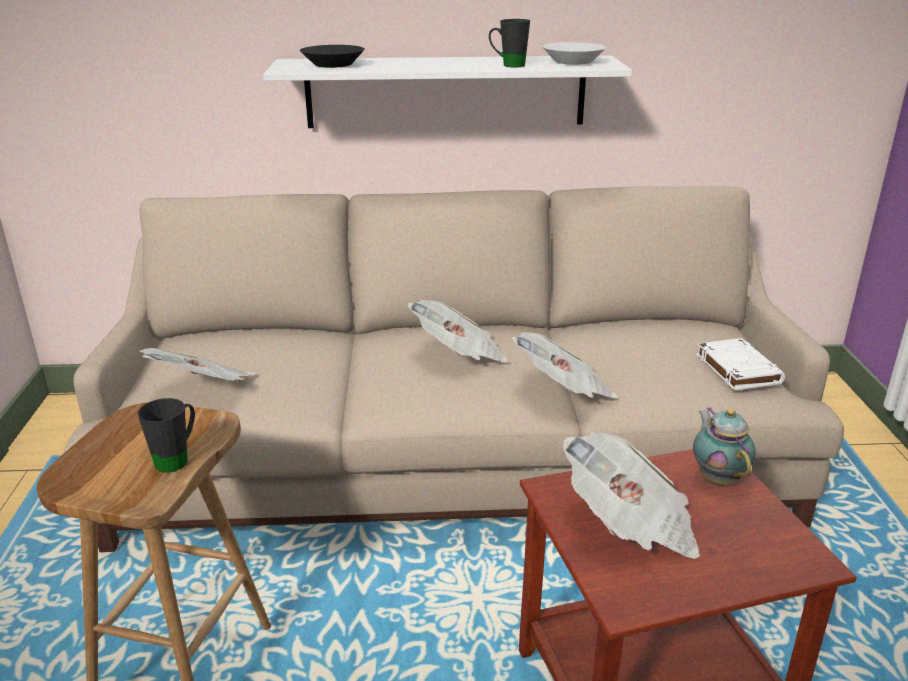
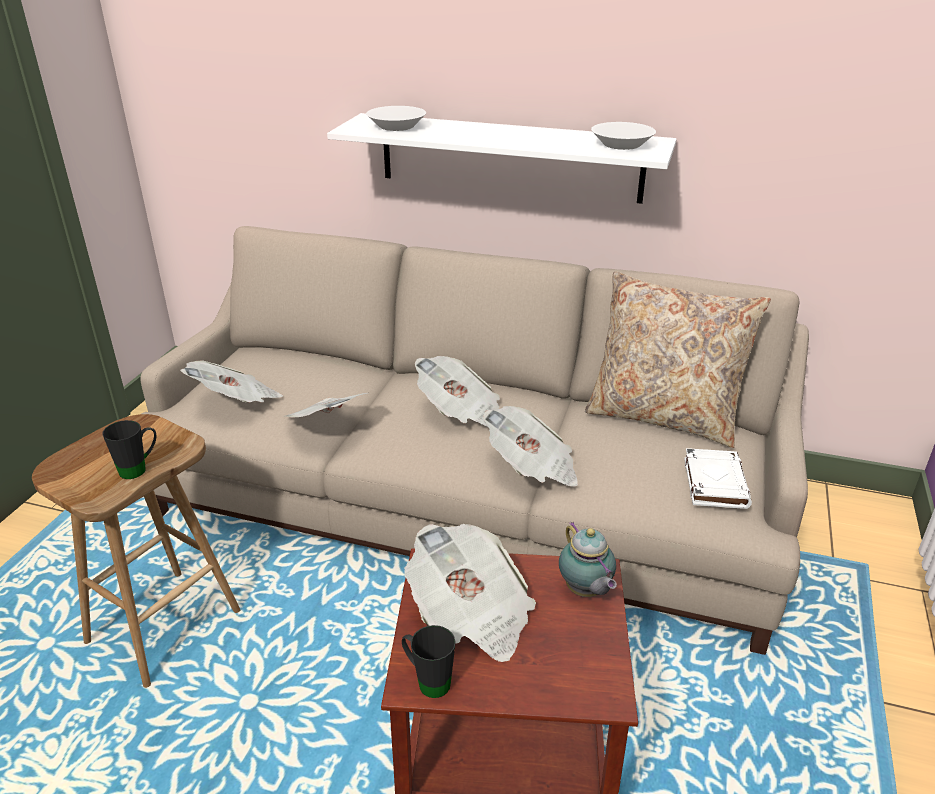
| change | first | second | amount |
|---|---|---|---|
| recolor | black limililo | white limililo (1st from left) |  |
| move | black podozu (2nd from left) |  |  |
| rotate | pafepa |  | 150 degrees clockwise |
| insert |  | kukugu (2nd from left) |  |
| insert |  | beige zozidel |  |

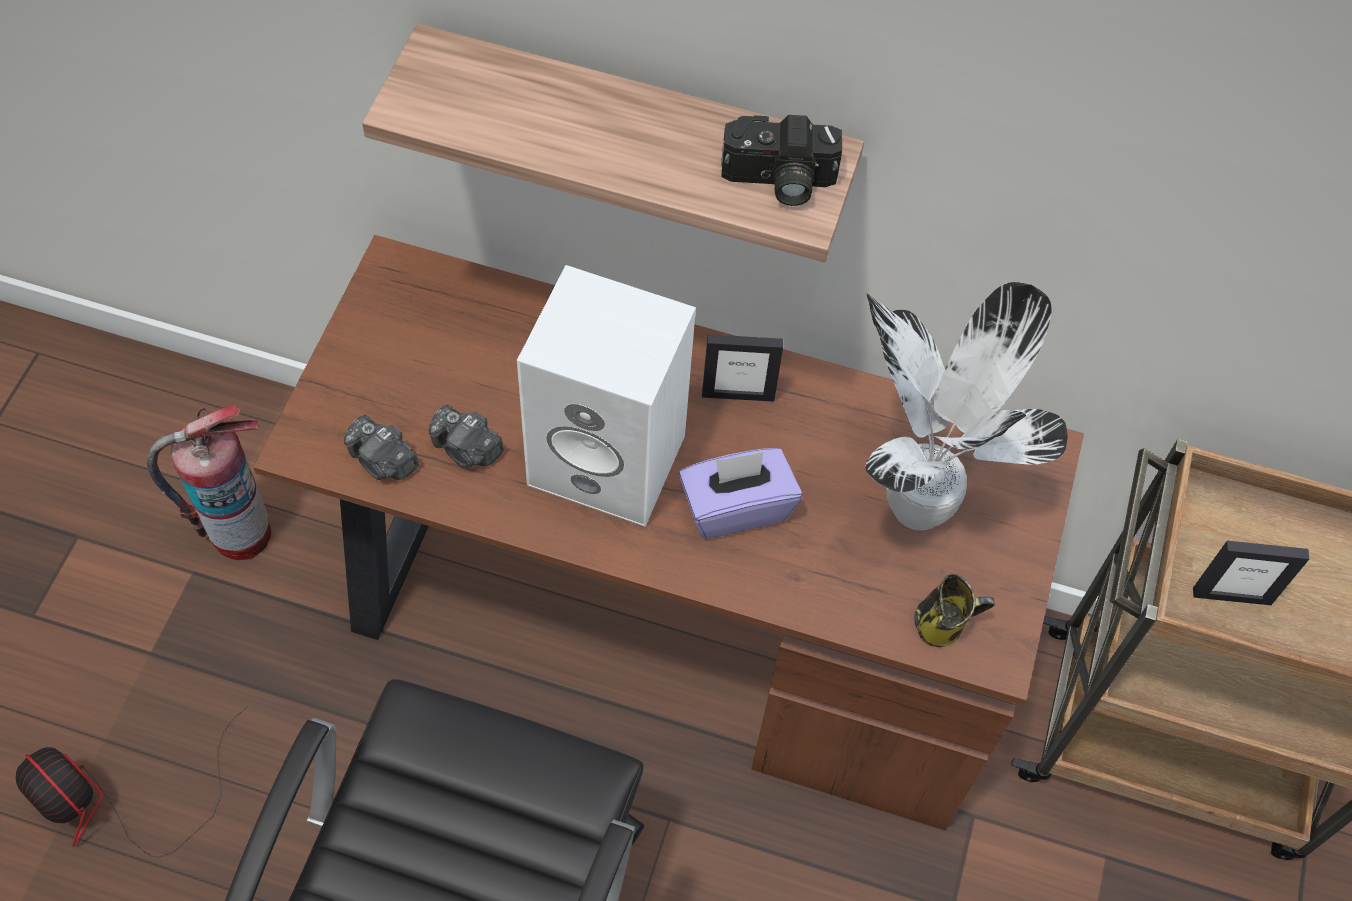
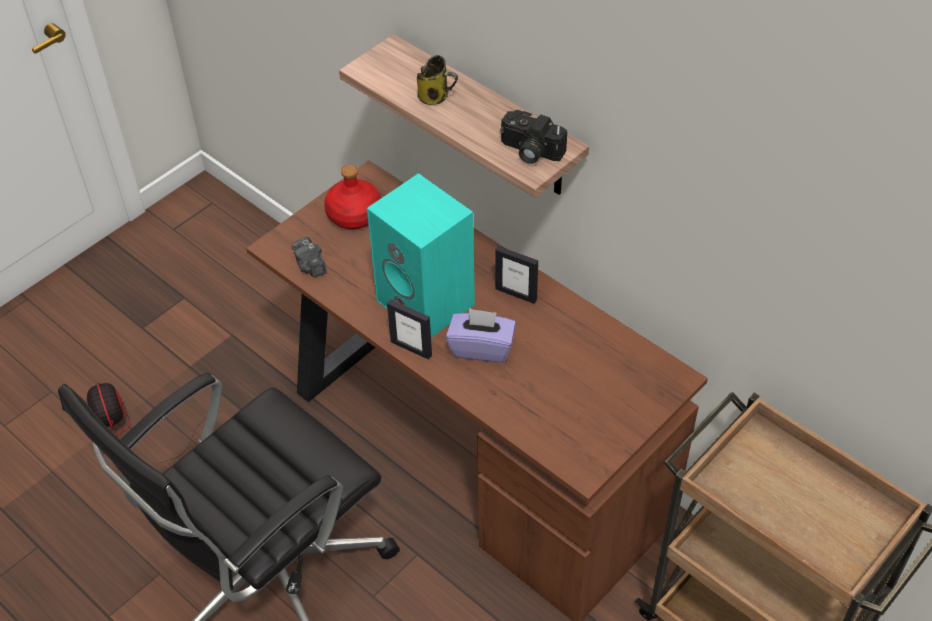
| change | first | second | amount |
|---|---|---|---|
| delete | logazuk |  |  |
| delete | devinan (2nd from left) |  |  |
| recolor | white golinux | turquoise golinux |  |
| delete | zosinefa |  |  |
| move | podozu |  |  |
| move | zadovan (2nd from left in the first image) | zadovan (1st from left) |  |
| insert |  | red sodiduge |  |

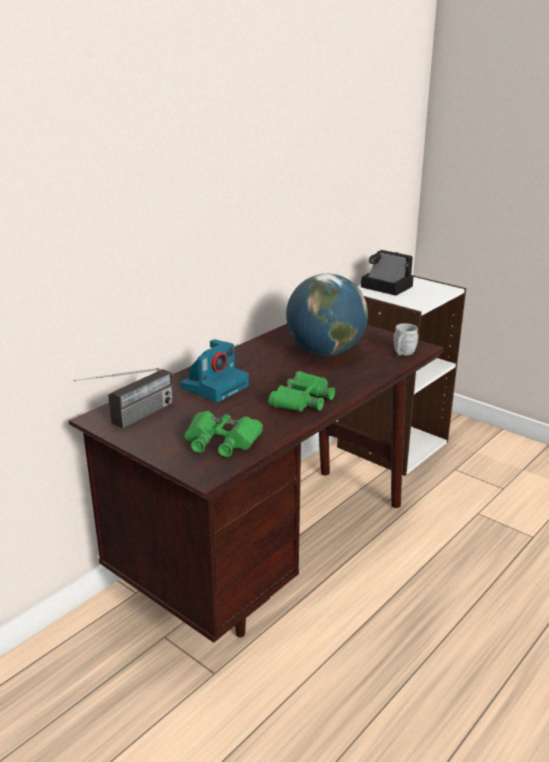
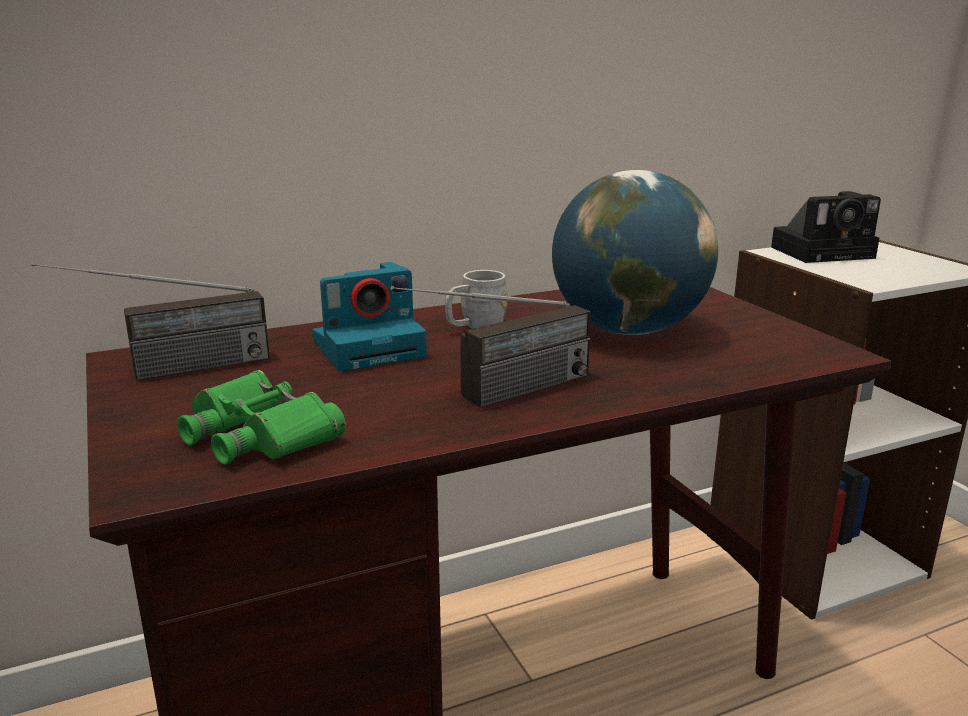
| change | first | second | amount |
|---|---|---|---|
| replace | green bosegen (2nd from left) | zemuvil (2nd from left) |  |
| rotate | devinan (2nd from left) |  | 105 degrees clockwise |
| move | grey podozu |  |  |

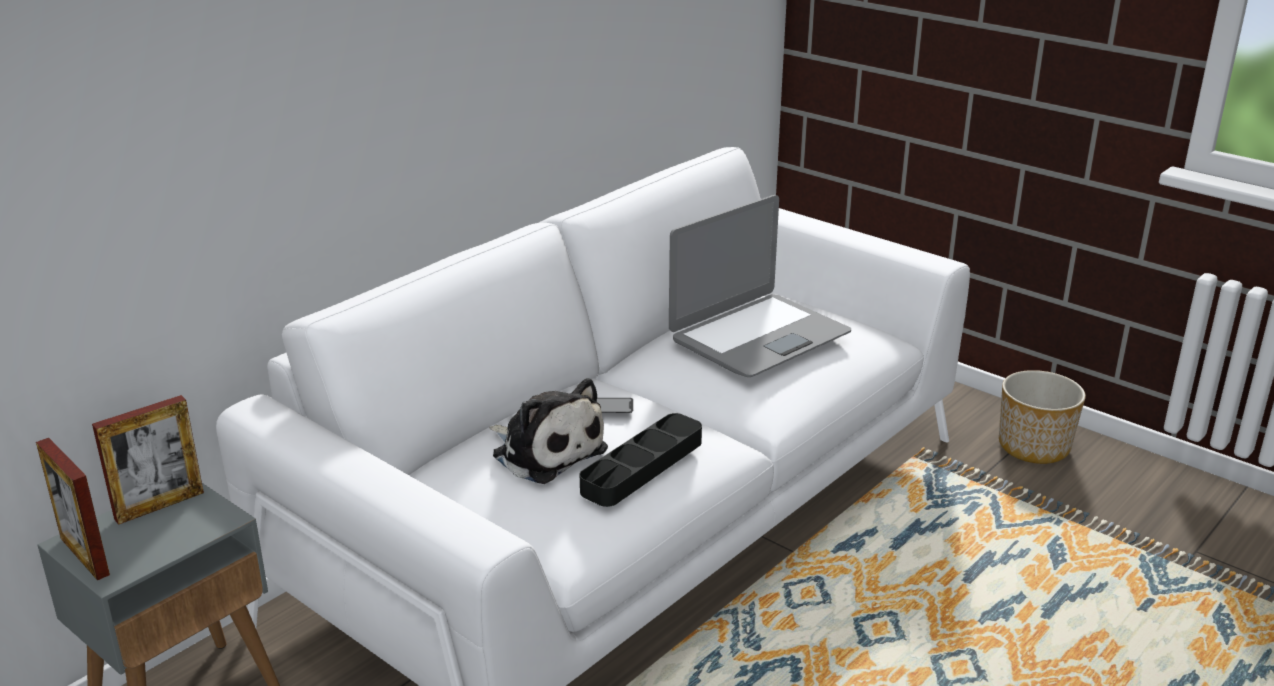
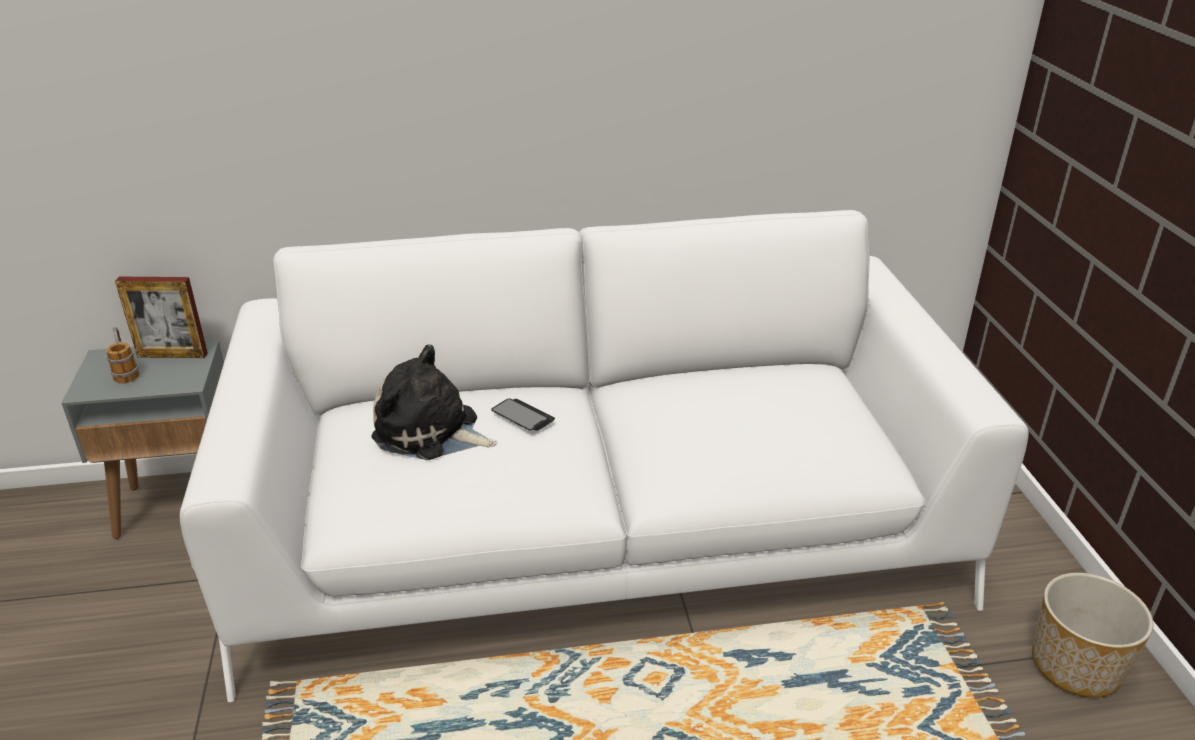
| change | first | second | amount |
|---|---|---|---|
| delete | zadovan (1st from left) |  |  |
| rotate | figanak |  | 120 degrees clockwise |
| delete | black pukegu |  |  |
| delete | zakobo |  |  |
| insert |  | podozu |  |

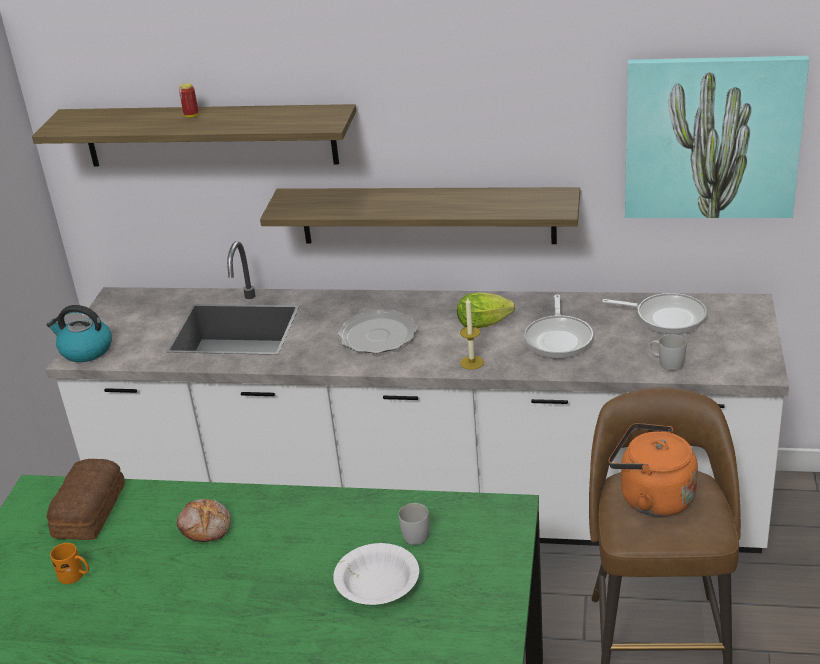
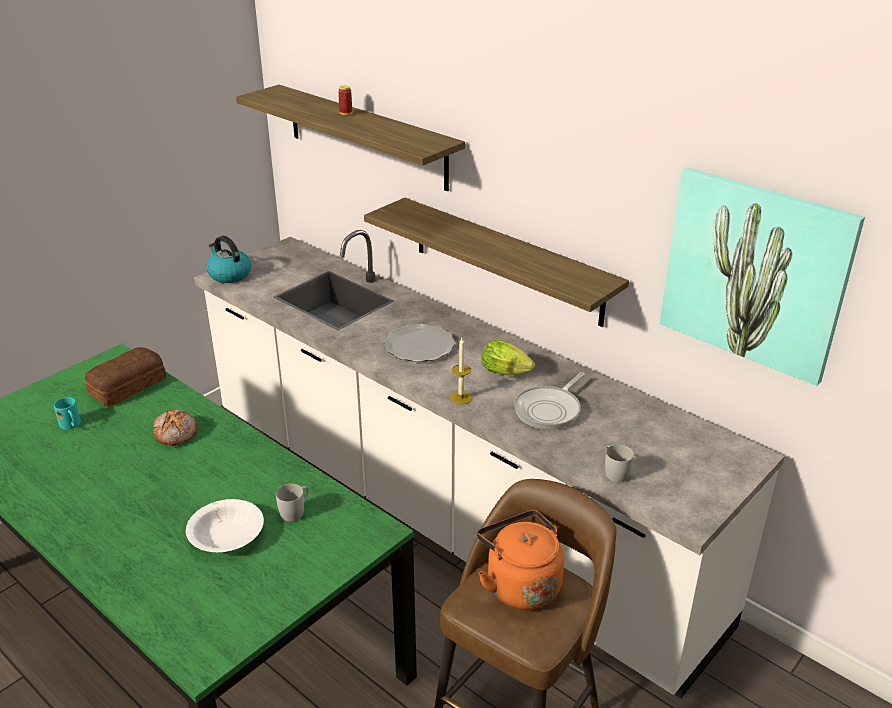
| change | first | second | amount |
|---|---|---|---|
| recolor | orange podozu | turquoise podozu |  |
| delete | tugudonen (2nd from left) |  |  |

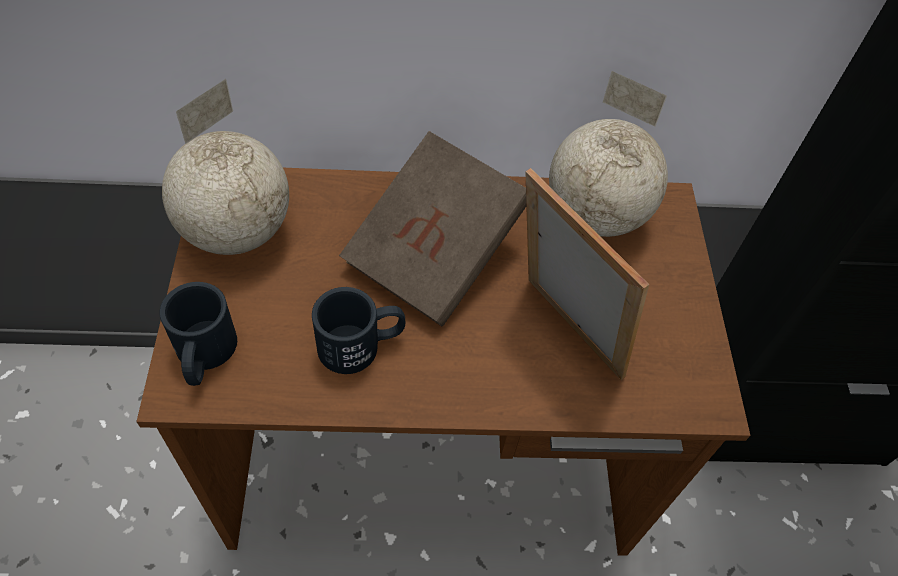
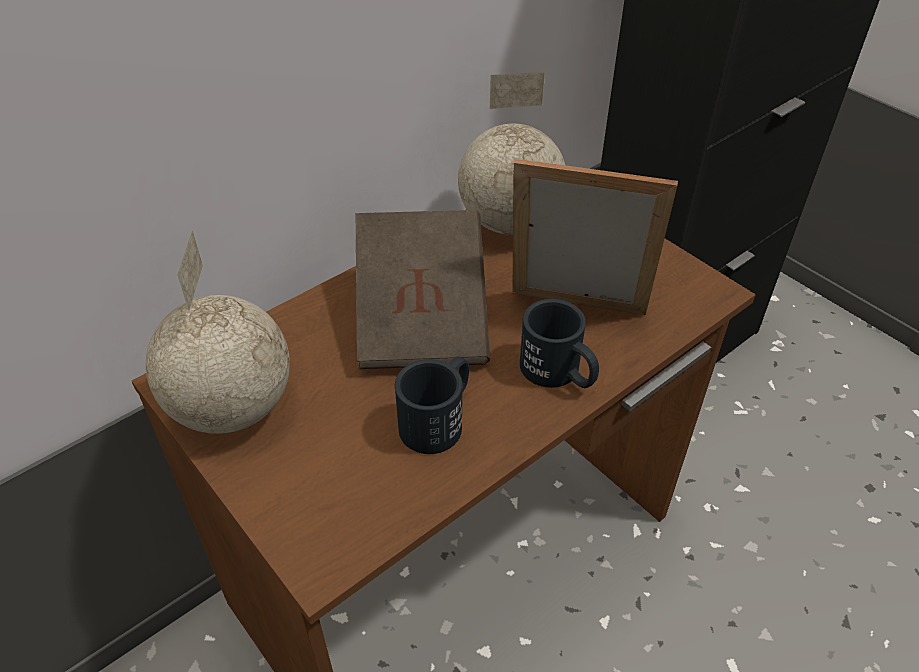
| change | first | second | amount |
|---|---|---|---|
| move | black podozu (1st from left in the first image) | black podozu (2nd from left) |  |

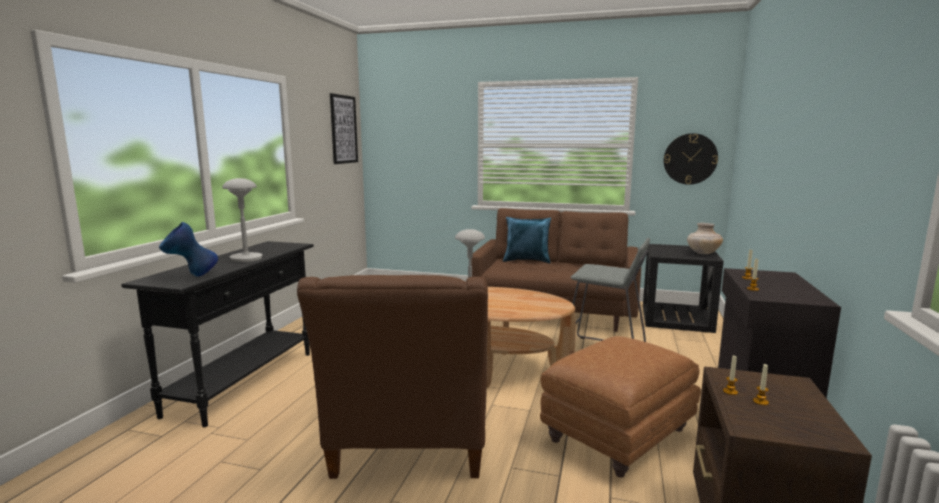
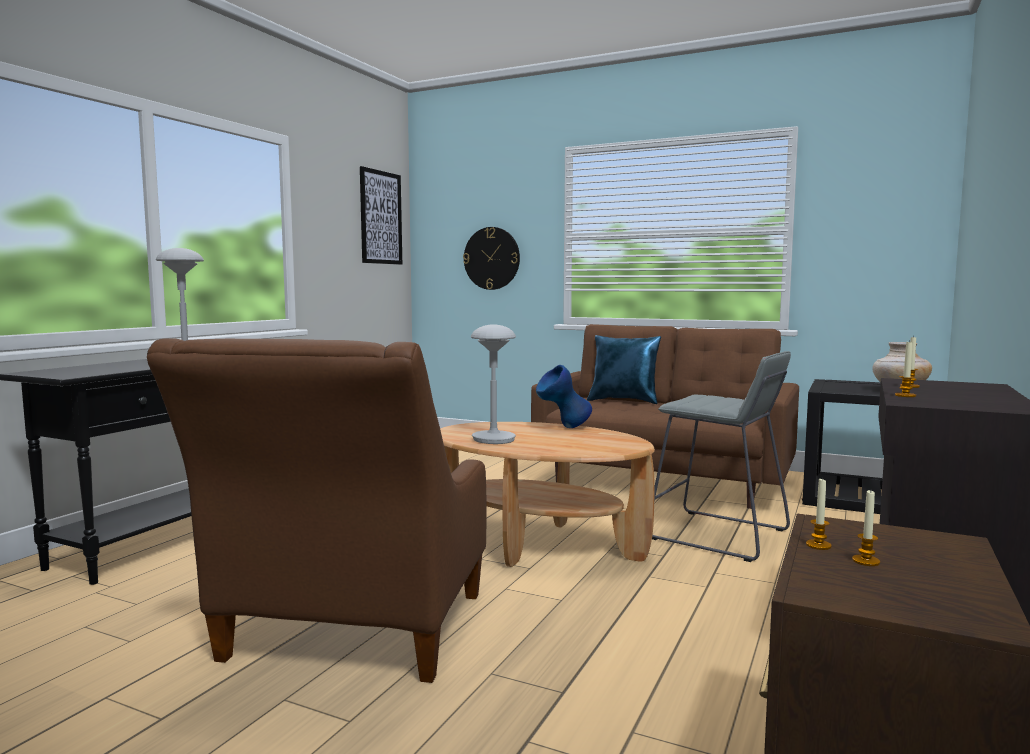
| change | first | second | amount |
|---|---|---|---|
| move | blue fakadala |  |  |
| delete | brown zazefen |  |  |
| move | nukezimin |  |  |

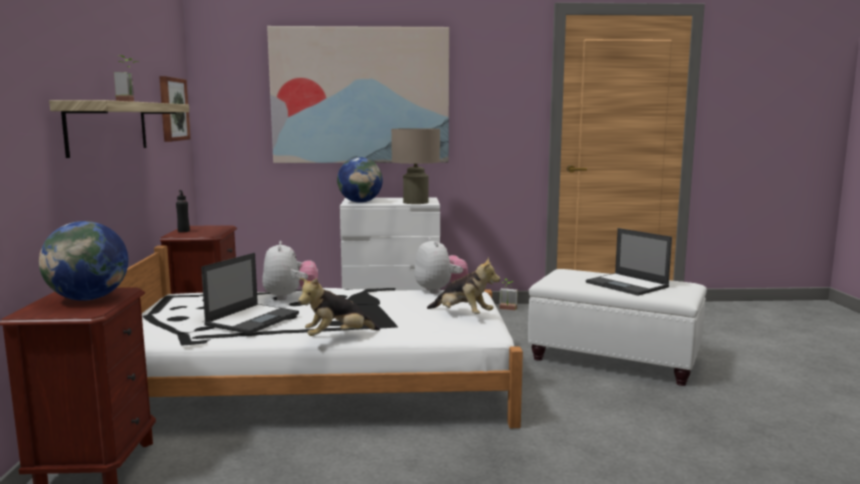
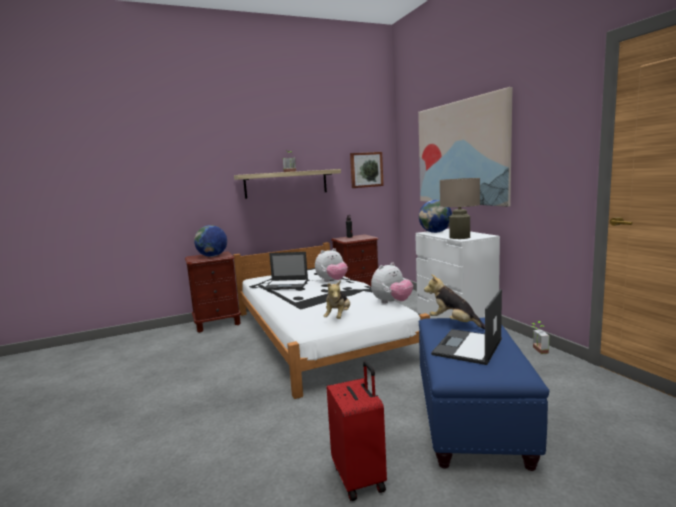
| change | first | second | amount |
|---|---|---|---|
| move | figanak (2nd from left in the first image) | figanak (4th from left) |  |
| recolor | white zazefen | blue zazefen |  |
| insert |  | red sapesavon |  |

